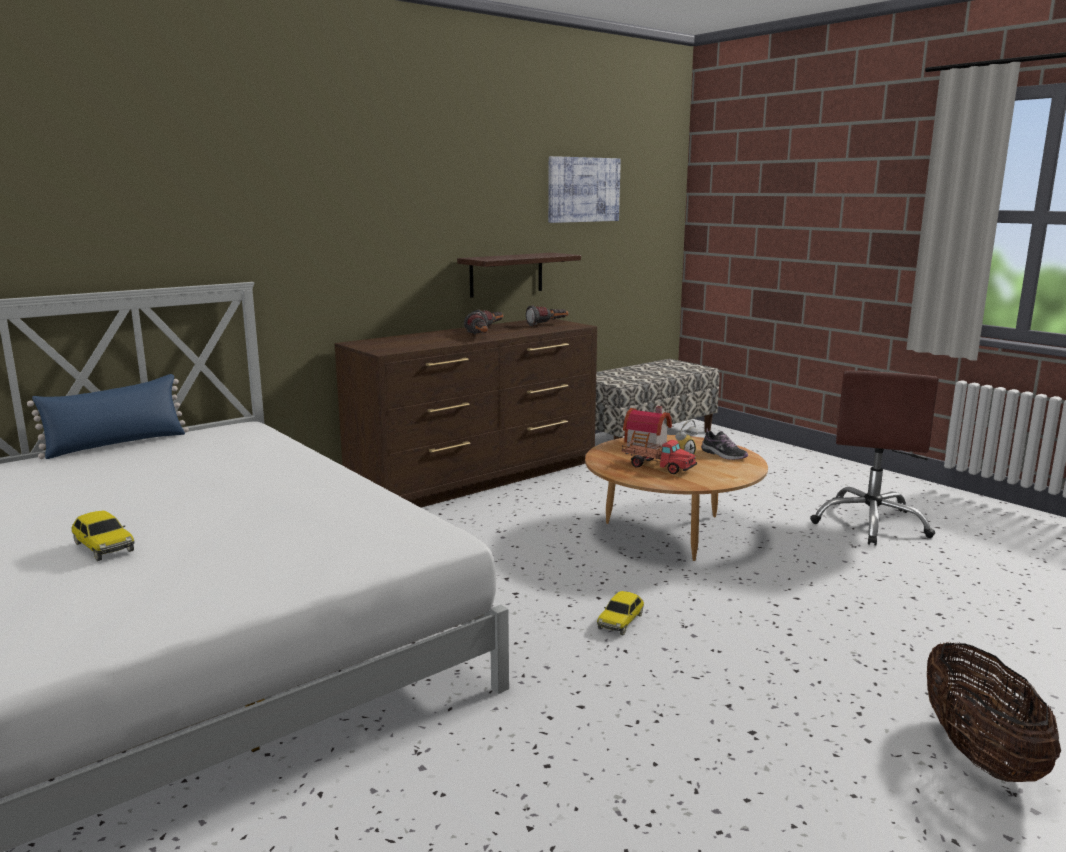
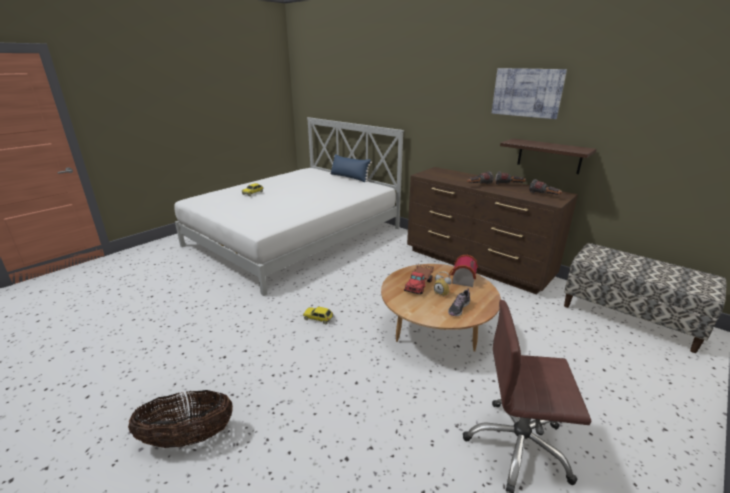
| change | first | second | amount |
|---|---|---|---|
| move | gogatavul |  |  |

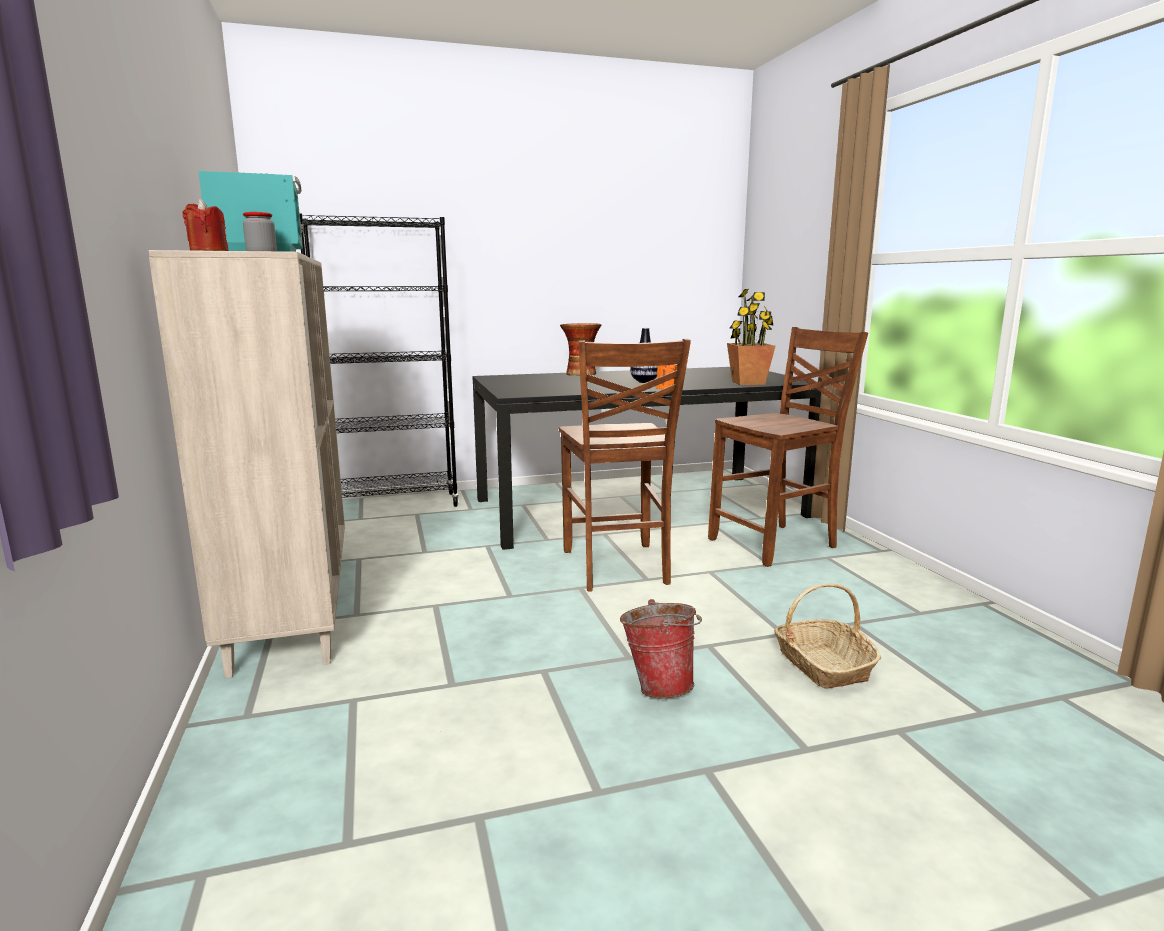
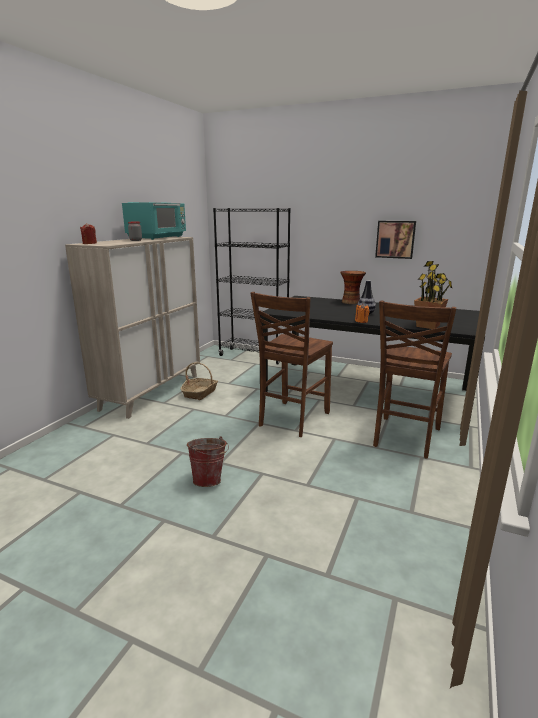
| change | first | second | amount |
|---|---|---|---|
| rotate | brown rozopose (2nd from left) |  | 105 degrees clockwise |
| move | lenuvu |  |  |
| insert |  | gogatavul |  |

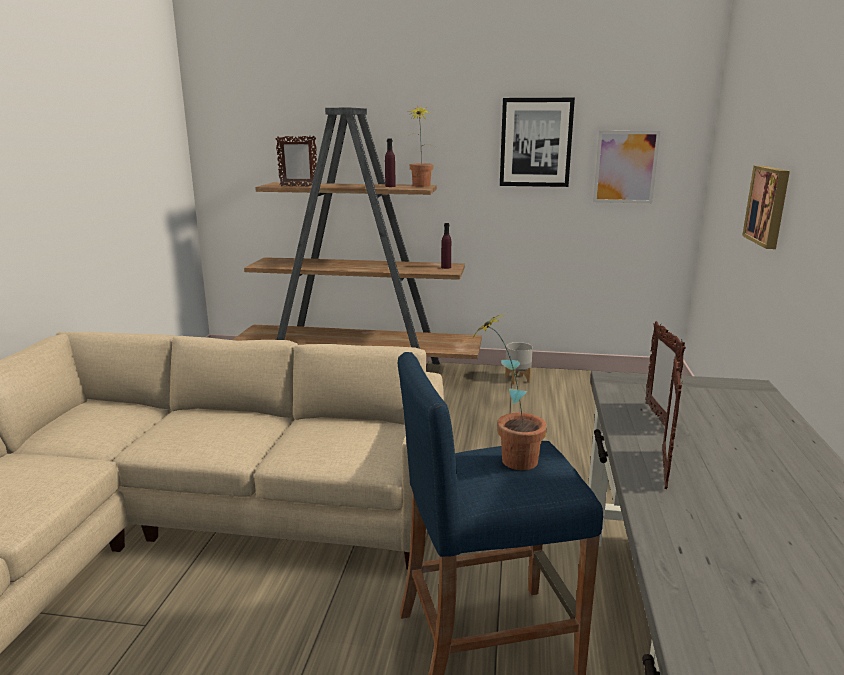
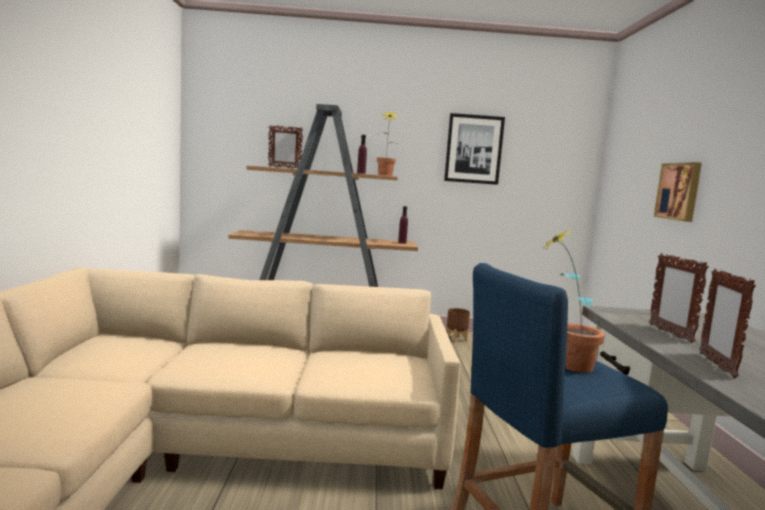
| change | first | second | amount |
|---|---|---|---|
| recolor | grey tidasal | brown tidasal |  |
| delete | gogatavul (2nd from left) |  |  |

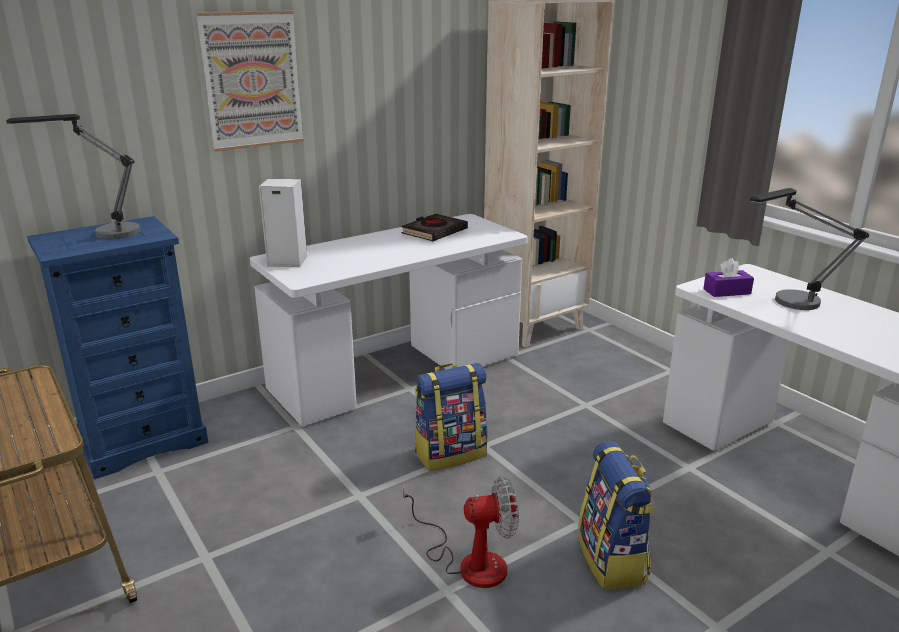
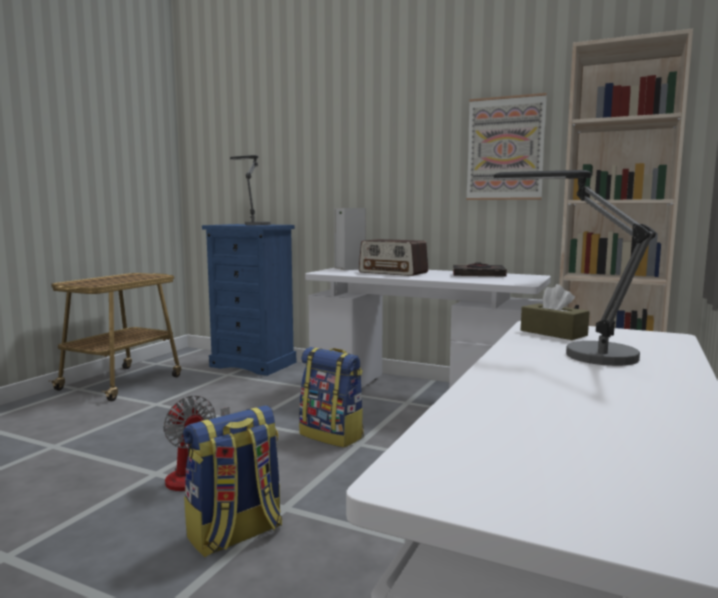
| change | first | second | amount |
|---|---|---|---|
| move | gogatavul |  |  |
| recolor | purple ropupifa | brown ropupifa |  |
| insert |  | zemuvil |  |

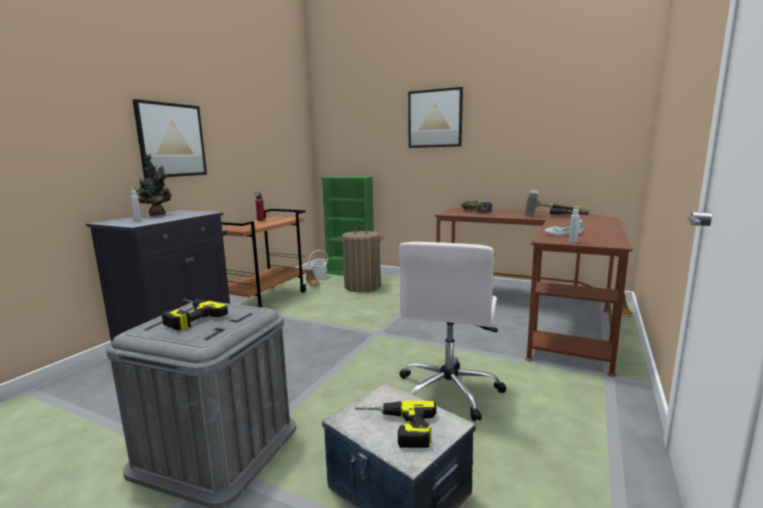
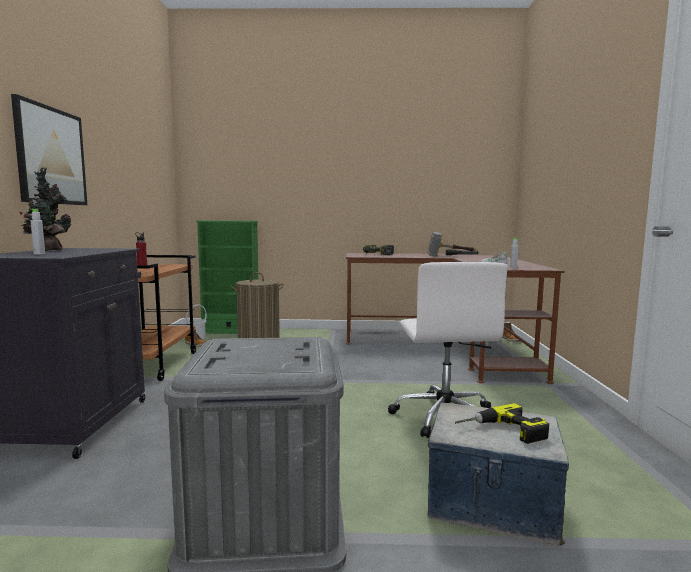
| change | first | second | amount |
|---|---|---|---|
| delete | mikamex (1st from left) |  |  |
| delete | gogatavul (2nd from left) |  |  |

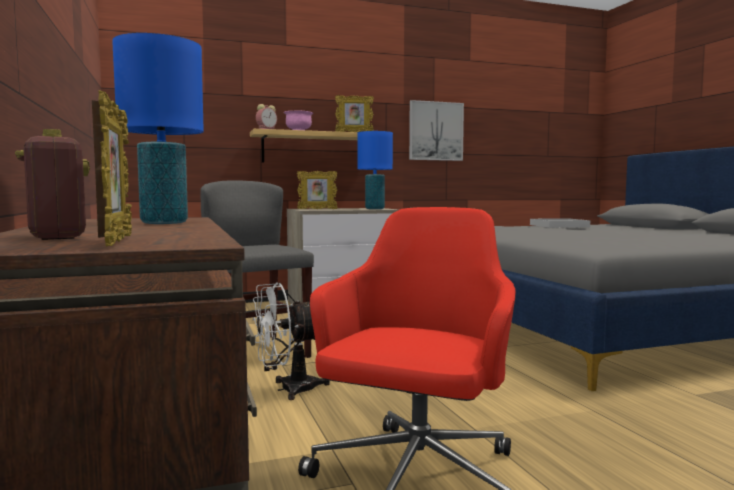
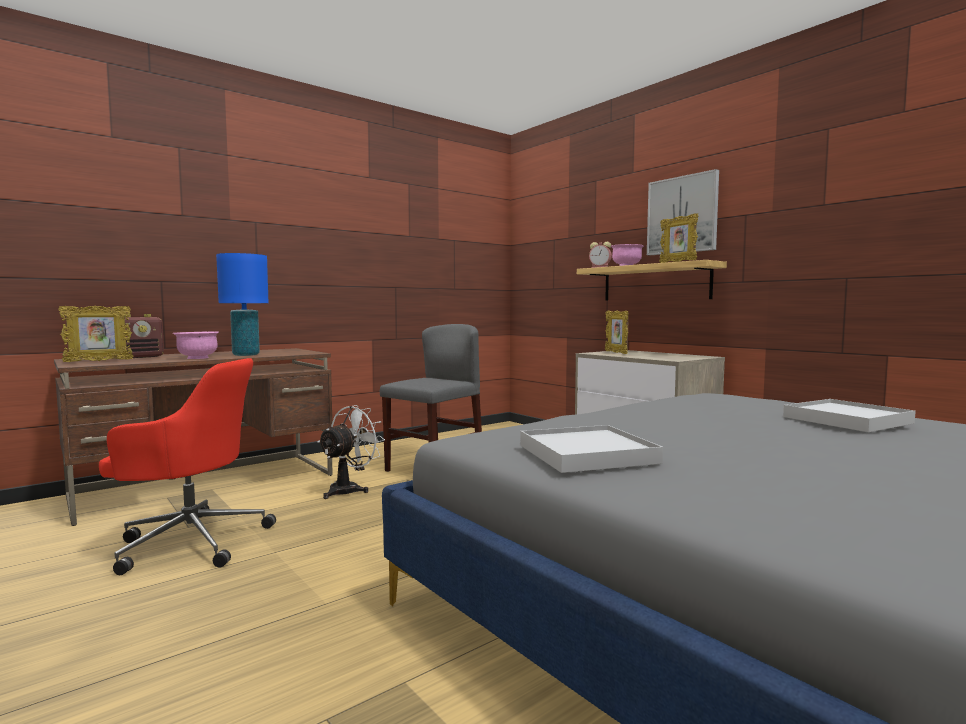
| change | first | second | amount |
|---|---|---|---|
| rotate | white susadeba |  | 75 degrees clockwise |
| delete | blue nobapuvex (2nd from left) |  |  |
| move | gogatavul |  |  |
| insert |  | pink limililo (1st from left) |  |
| insert |  | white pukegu (1st from left) |  |

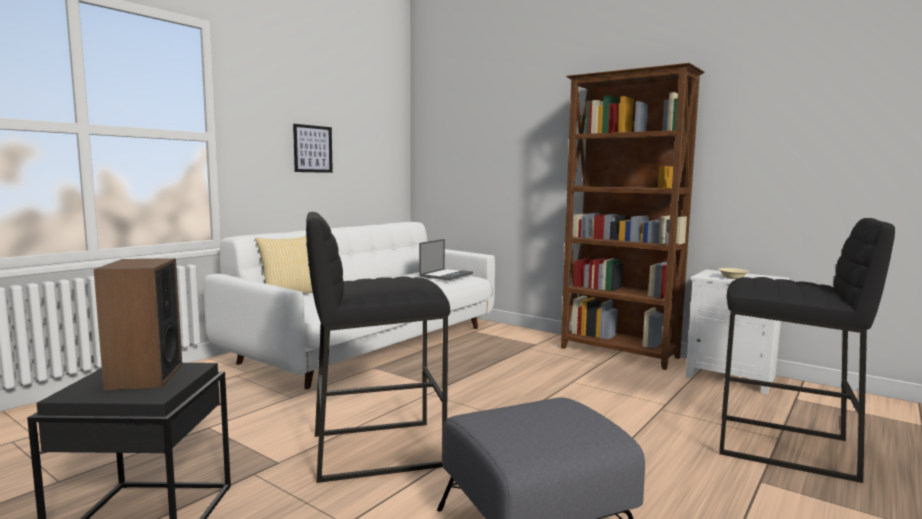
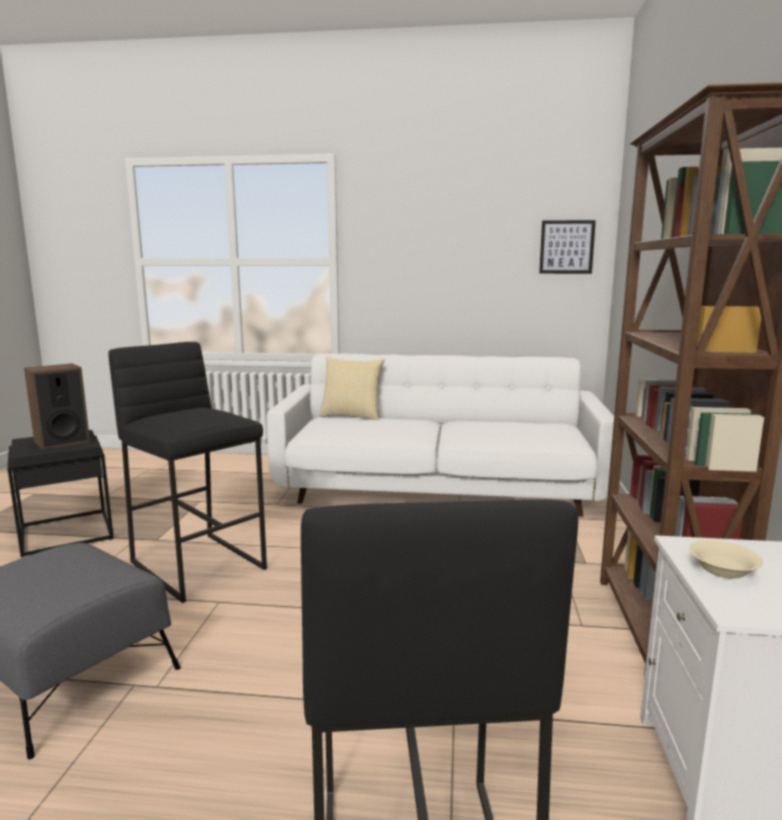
| change | first | second | amount |
|---|---|---|---|
| move | gogatavul |  |  |
| delete | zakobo |  |  |

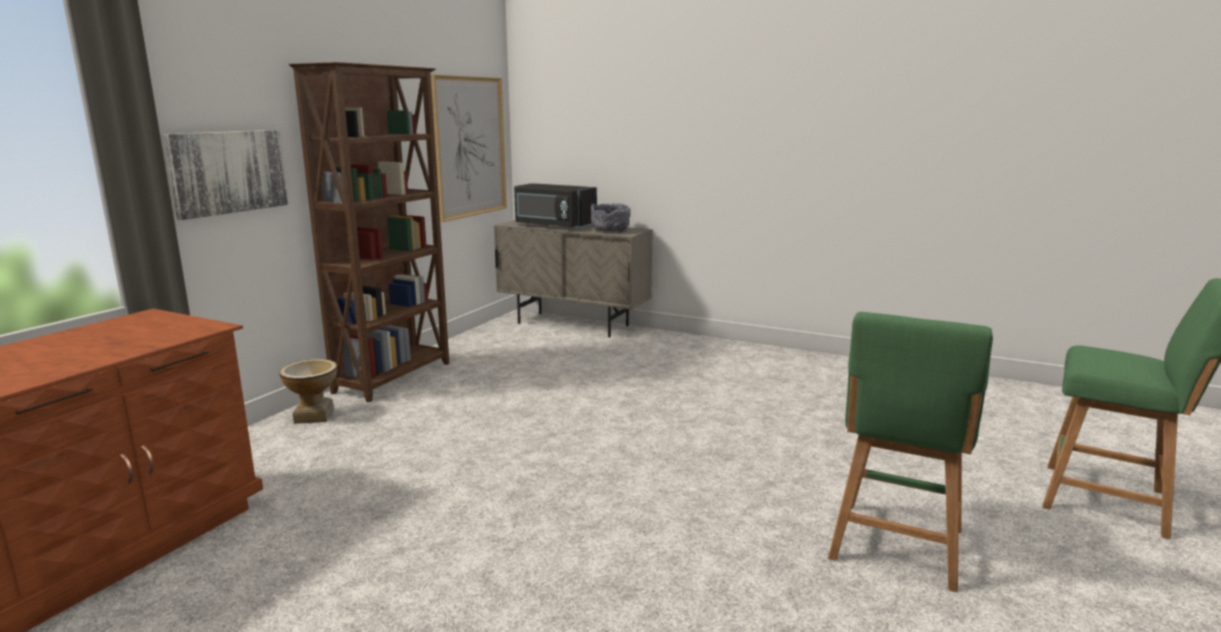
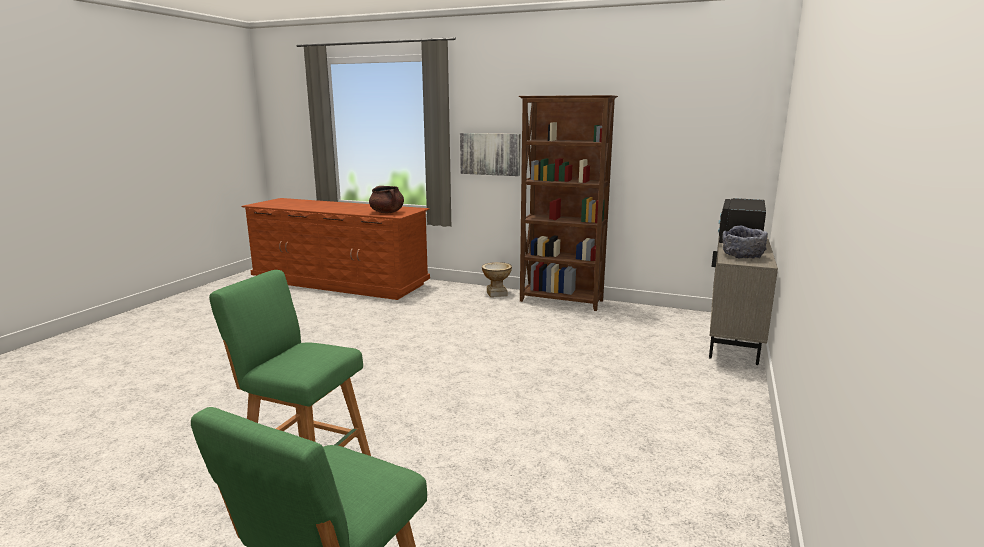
| change | first | second | amount |
|---|---|---|---|
| delete | gogatavul (2nd from left) |  |  |
| insert |  | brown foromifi |  |

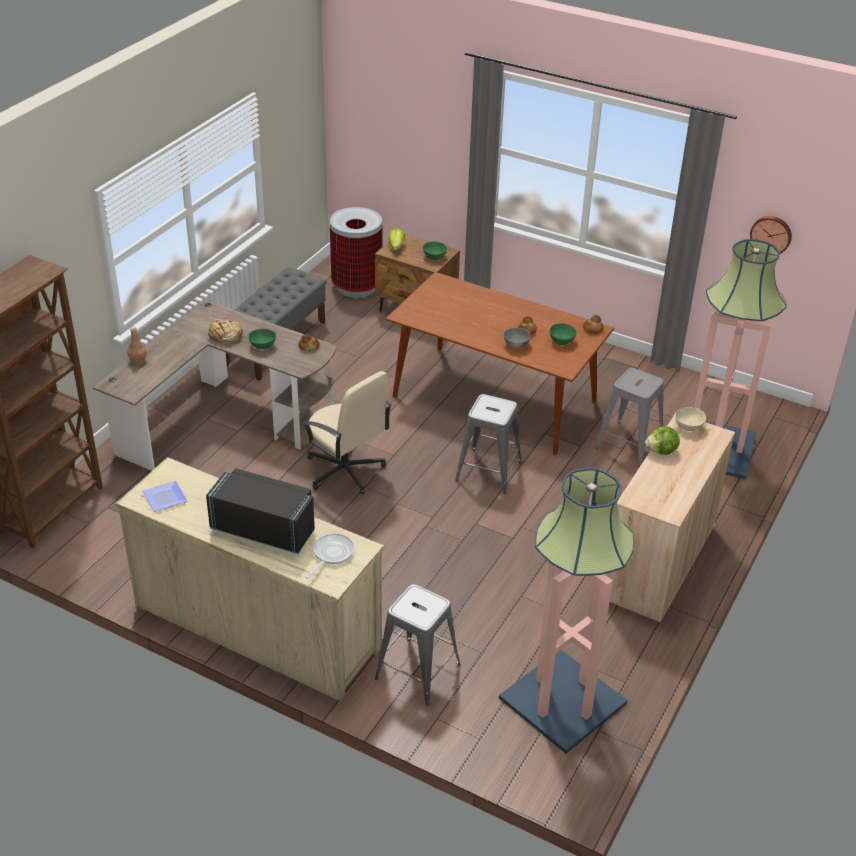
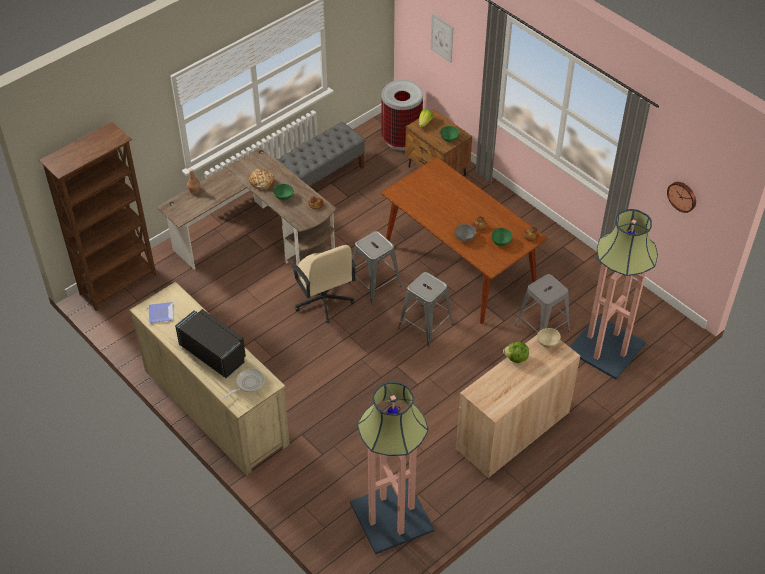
| change | first | second | amount |
|---|---|---|---|
| move | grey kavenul (1st from left) |  |  |
| insert |  | gogatavul |  |

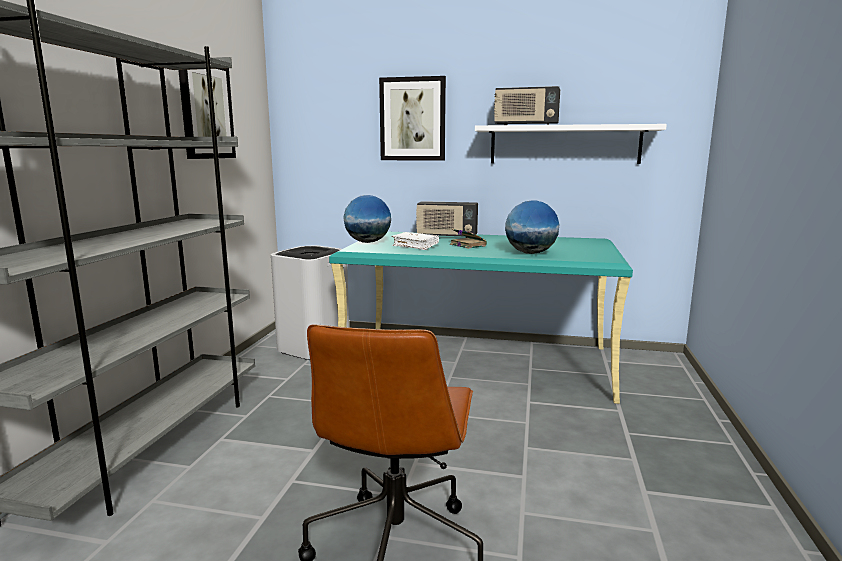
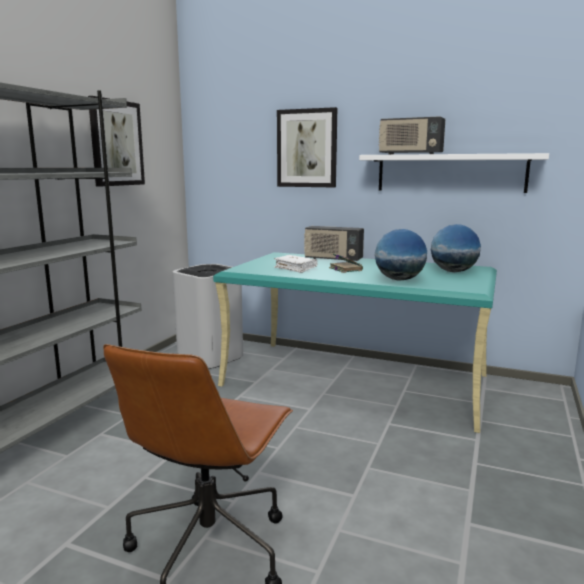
| change | first | second | amount |
|---|---|---|---|
| move | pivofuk (1st from left in the first image) | pivofuk (2nd from left) |  |

